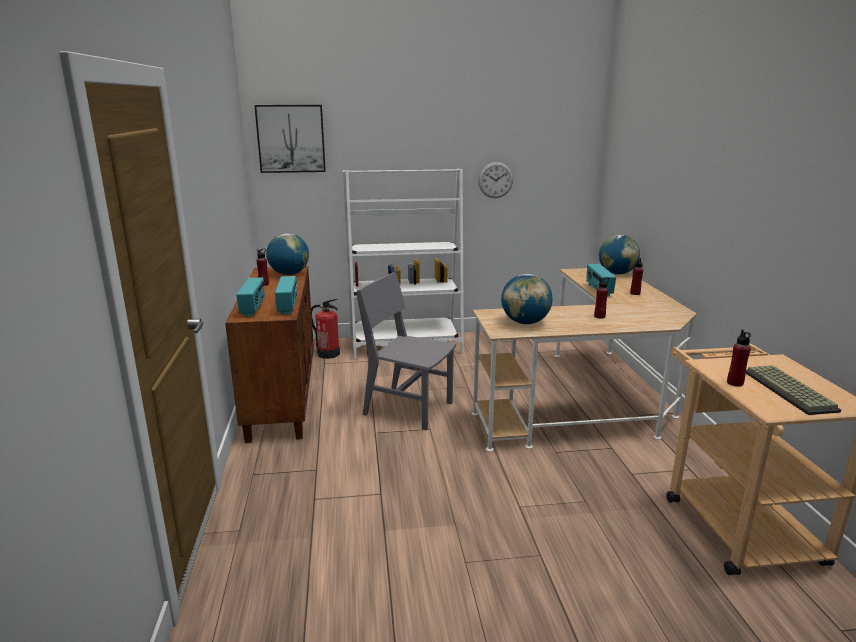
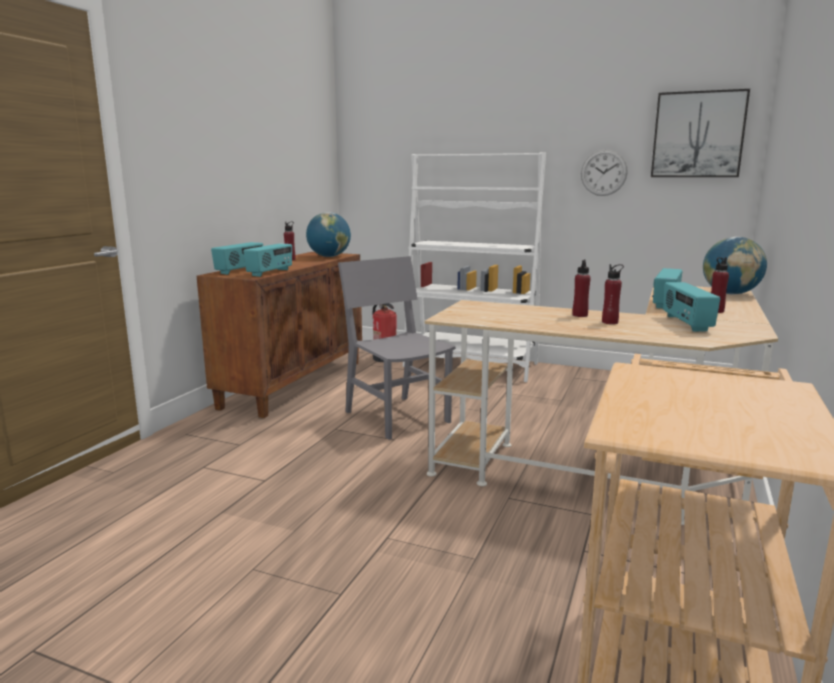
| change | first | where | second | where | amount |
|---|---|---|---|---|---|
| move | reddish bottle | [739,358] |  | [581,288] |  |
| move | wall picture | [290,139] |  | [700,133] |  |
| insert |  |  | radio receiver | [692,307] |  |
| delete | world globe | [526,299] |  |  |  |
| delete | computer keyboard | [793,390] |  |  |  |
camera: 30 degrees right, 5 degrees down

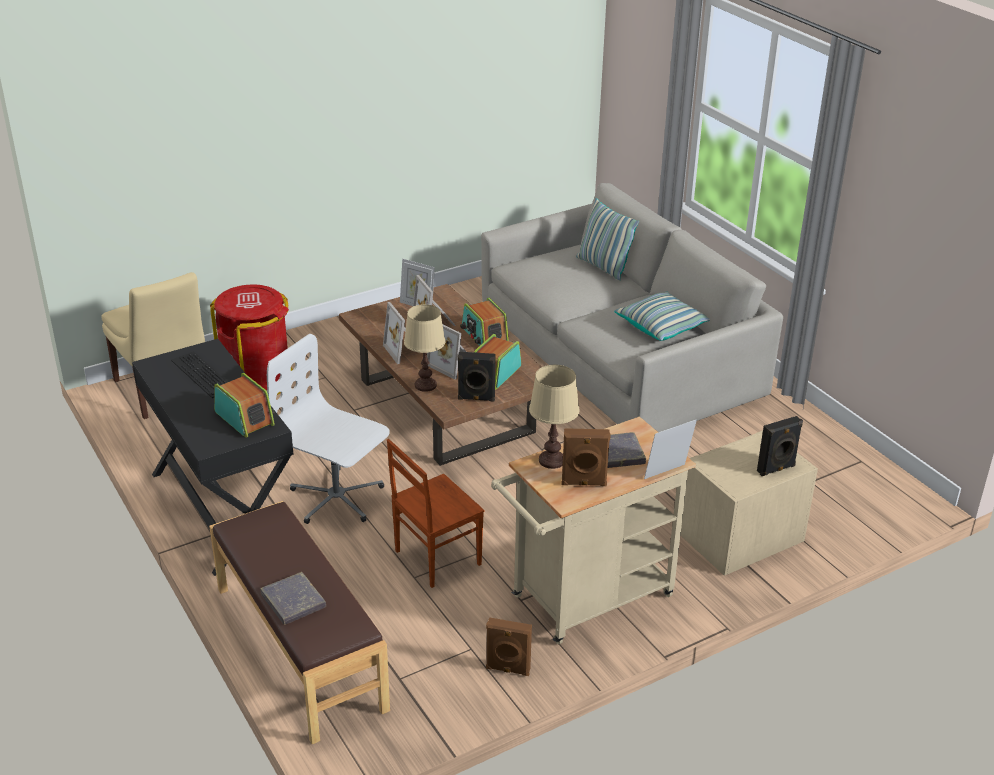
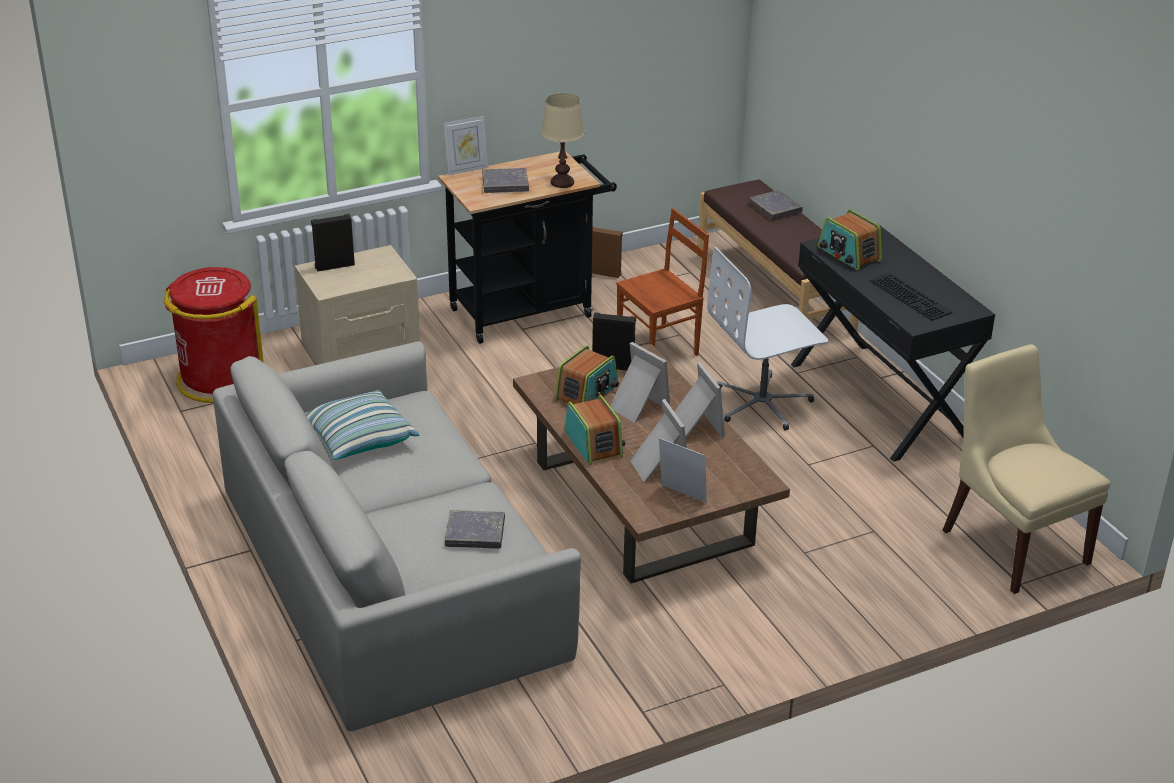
| change | first | where | second | where | amount |
|---|---|---|---|---|---|
| move | reddish trash can | [251,340] |  | [213,335] |  |
| recolor | beige cart | [593,530] | blackish cart | [527,247] |  |
| insert |  |  | greyish volume | [475,529] |  |
| rotate | white-coloured desk chair | [328,429] |  | [767,339] | 120 degrees clockwise |
| delete | beige table lamp | [424,348] |  |  |  |
| delete | brown loudspeaker | [586,457] |  |  |  |
| delete | pillow | [607,239] |  |  |  |
camera: 175 degrees left, 0 degrees up

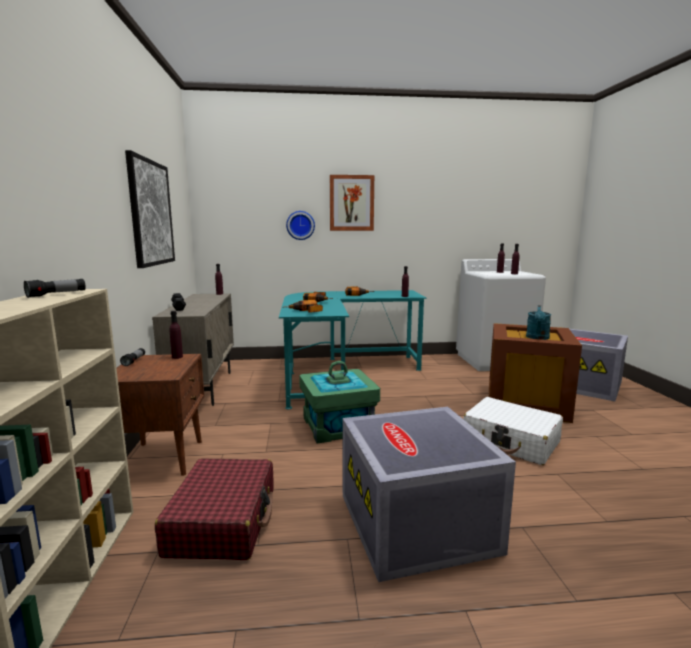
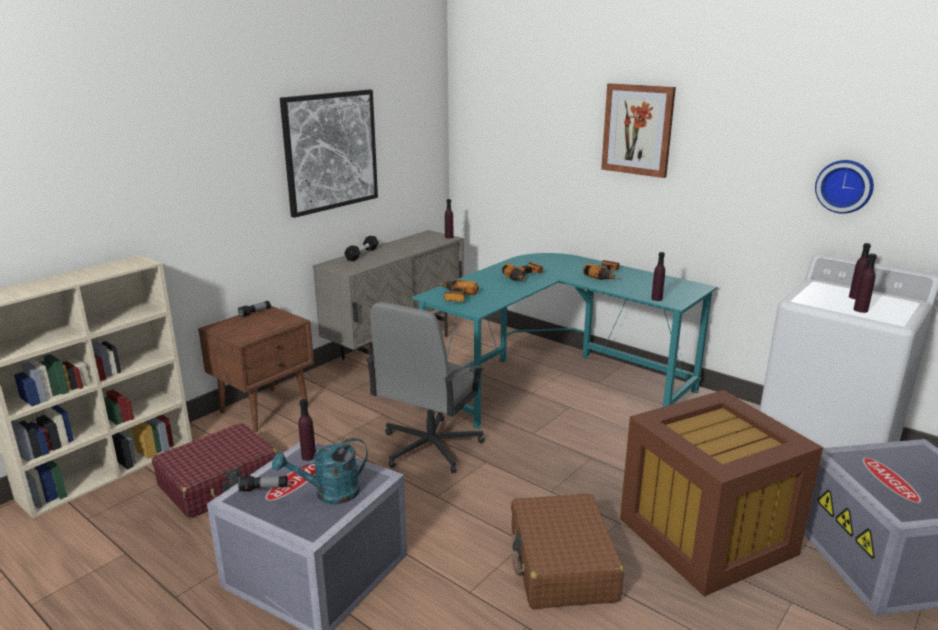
| change | first | where | second | where | amount |
|---|---|---|---|---|---|
| move | hand torch | [55,288] |  | [263,483] |  |
| move | blue-green sprinkling can | [538,322] |  | [320,471] |  |
| move | purple bottle | [176,335] |  | [307,430] |  |
| replace | green-coloured storage box | [339,402] | greyish desk chair | [425,388] |  |
| recolor | white-coloured piece of luggage | [513,431] | brown piece of luggage | [567,551] |  |
| move | wall clock | [300,225] |  | [844,187] |  |
camera: 45 degrees right, 10 degrees up

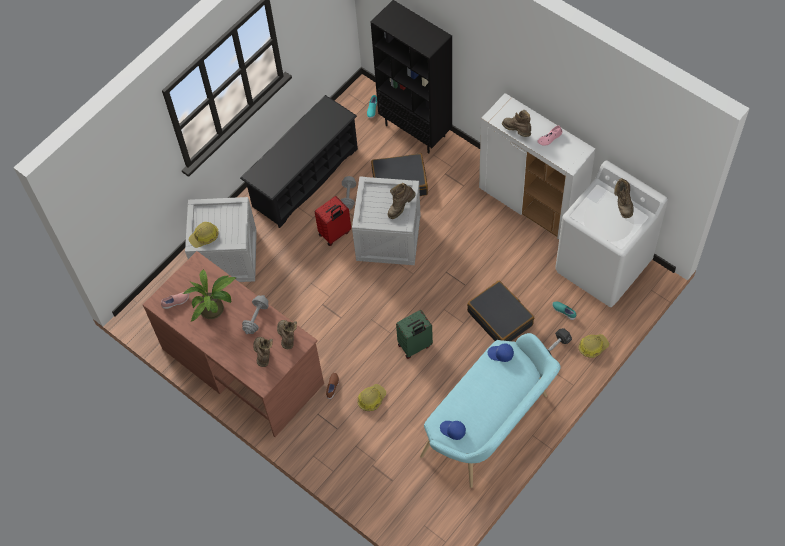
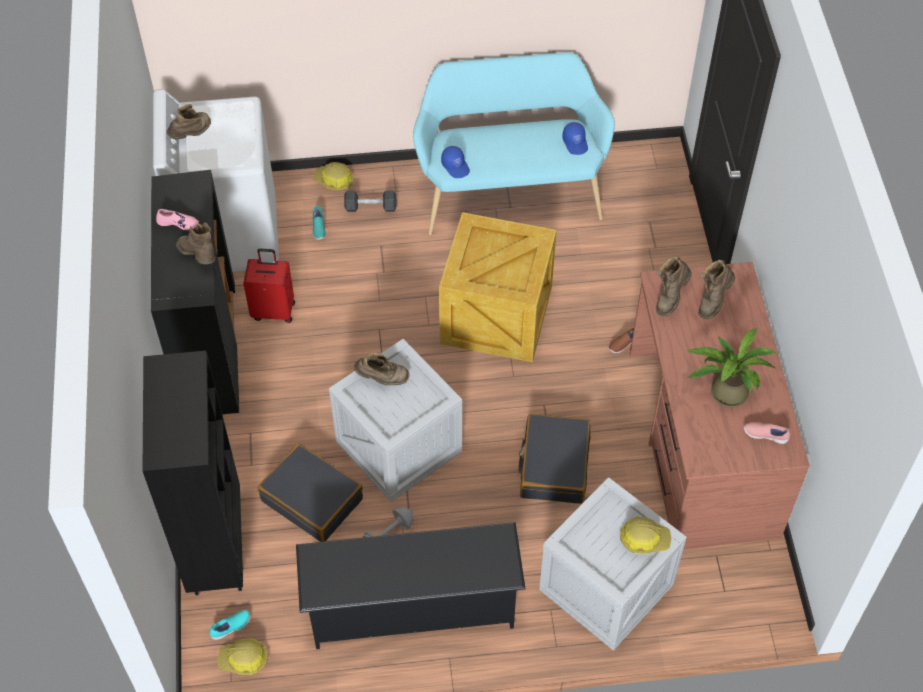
| change | first | where | second | where | amount |
|---|---|---|---|---|---|
| recolor | white-coloured storage cabinet | [537,166] | blackish storage cabinet | [195,292] |  |
| rotate | brown tall boot | [516,123] |  | [195,243] | 135 degrees clockwise |
| move | work helmet | [372,397] |  | [243,656] |  |
| move | reddish piece of luggage | [333,221] |  | [269,285] |  |
| replace | green-coloured piece of luggage | [414,334] | crate | [498,287] |  |
| move | blackish piece of luggage | [500,311] |  | [555,459] |  |
| delete | greyish hand weight | [255,314] |  |  |  |
camera: 140 degrees left, 5 degrees down

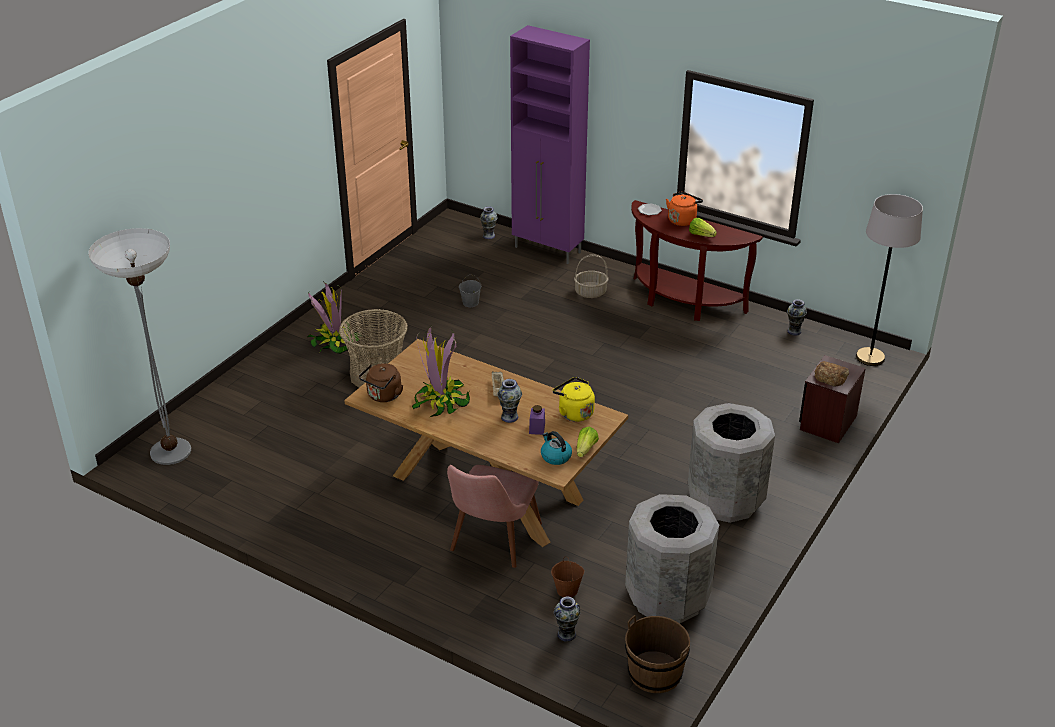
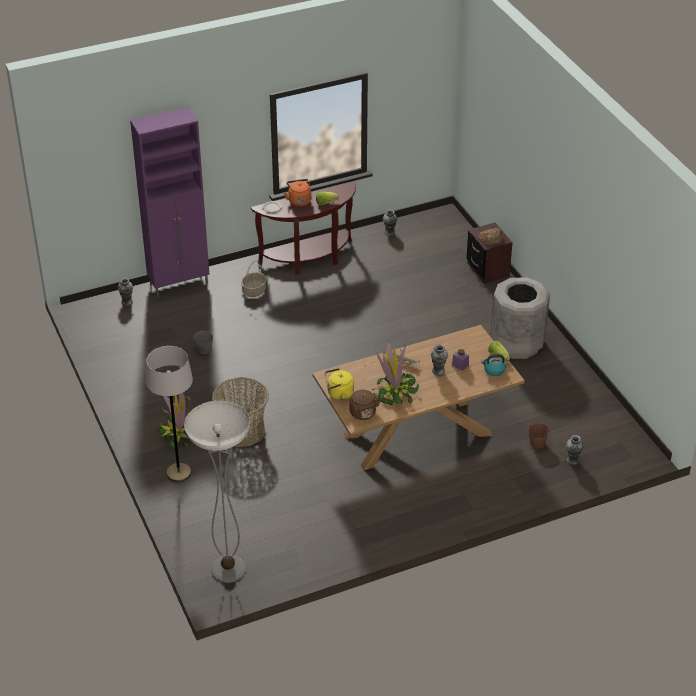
| change | first | where | second | where | amount |
|---|---|---|---|---|---|
| move | greyish floor lamp | [889,280] |  | [169,414] |  |
| move | yellowish kettle | [574,399] |  | [339,384] |  |
| delete | pink-coloured upright chair | [494,516] |  |  |  |
| delete | greyish trash can | [672,558] |  |  |  |
| delete | brown pail | [657,654] |  |  |  |
camera: 55 degrees left, 5 degrees up

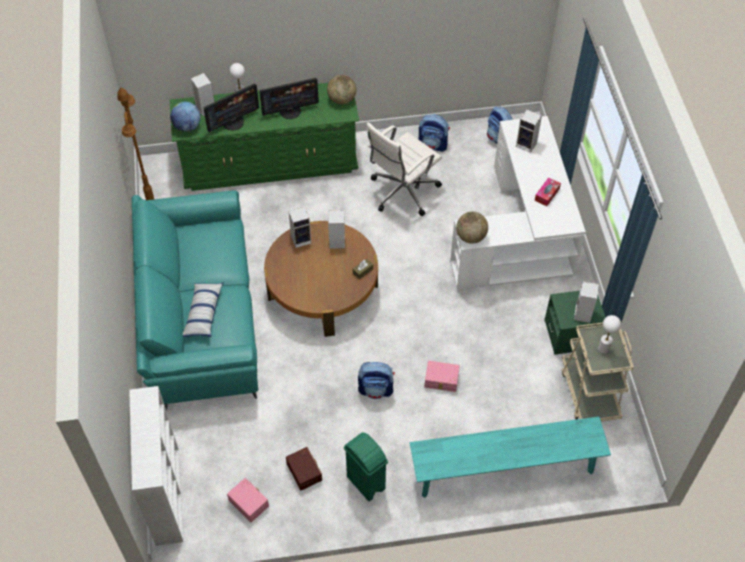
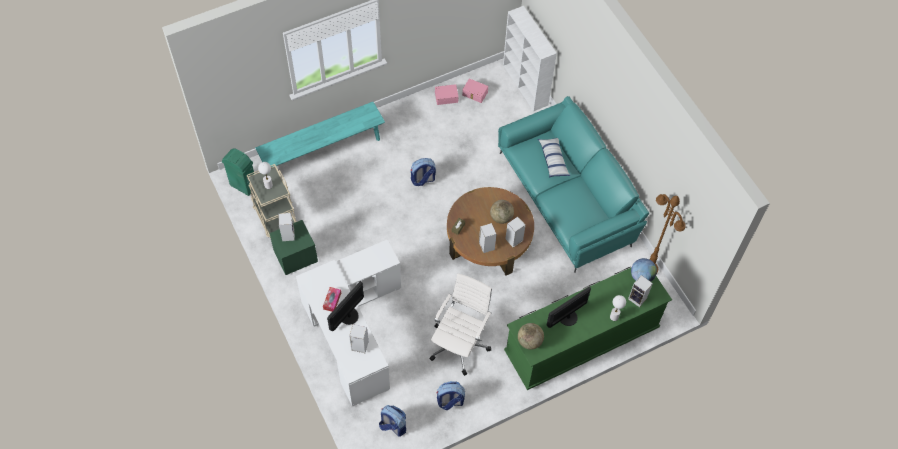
| change | first | where | second | where | amount |
|---|---|---|---|---|---|
| move | green-coloured trash can | [366,466] |  | [238,172] |  |
| move | computer screen | [231,107] |  | [345,306] |  |
| move | pink-coloured storage box | [442,376] |  | [447,94] |  |
| move | world globe | [472,228] |  | [502,212] |  |
| delete | brown storage box | [304,469] |  |  |  |
camera: 160 degrees right, 5 degrees up

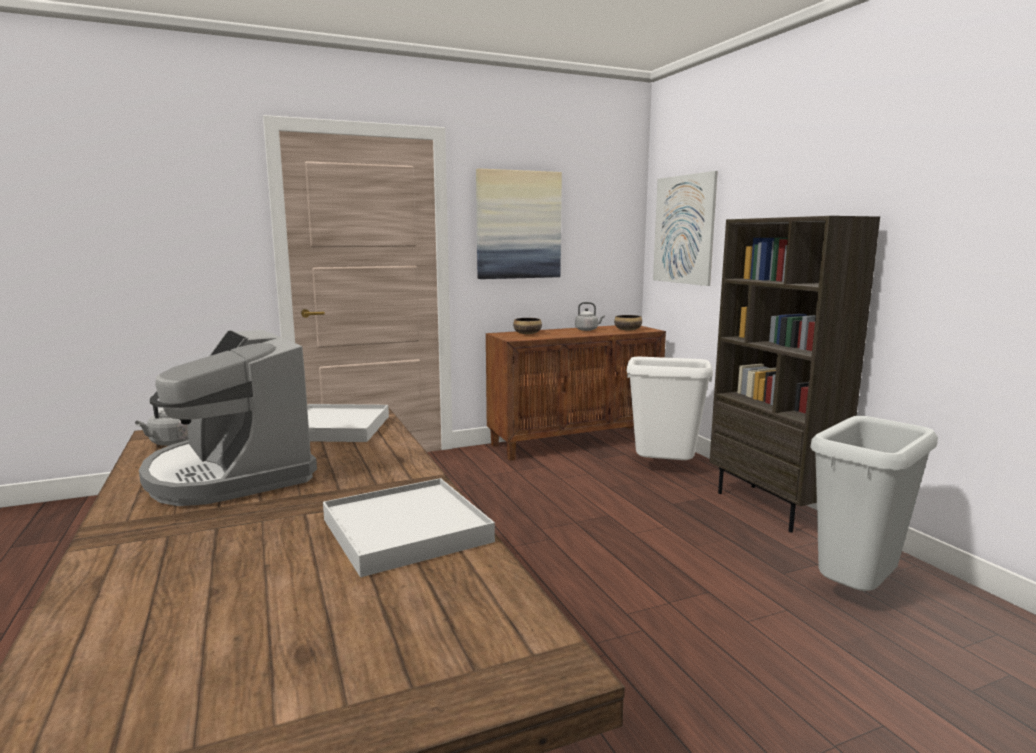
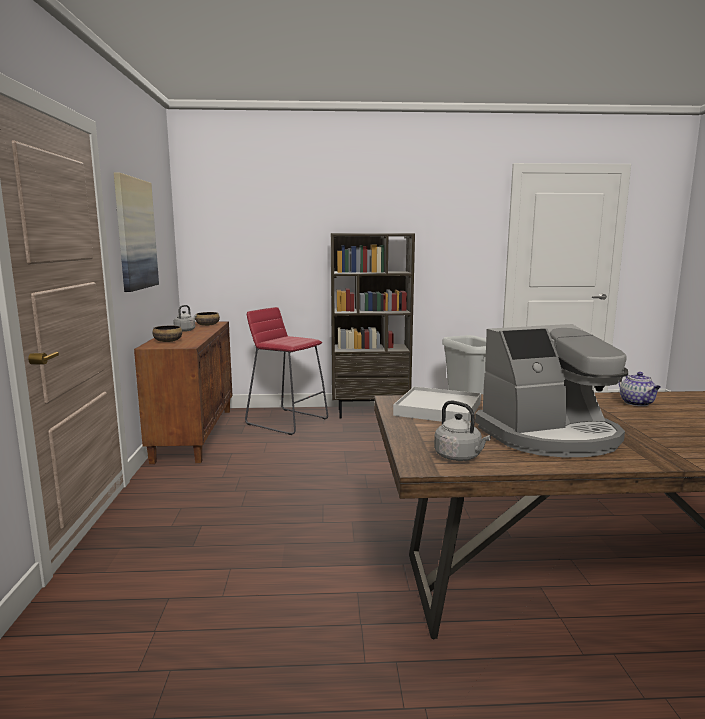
| change | first | where | second | where | amount |
|---|---|---|---|---|---|
| replace | white-coloured trash can | [669,408] | reddish stool | [286,371] |  |
| replace | white-coloured carrying tray | [409,527] | pot for tea | [640,389] |  |
| delete | wall picture | [685,228] |  |  |  |
camera: 70 degrees left, 0 degrees up

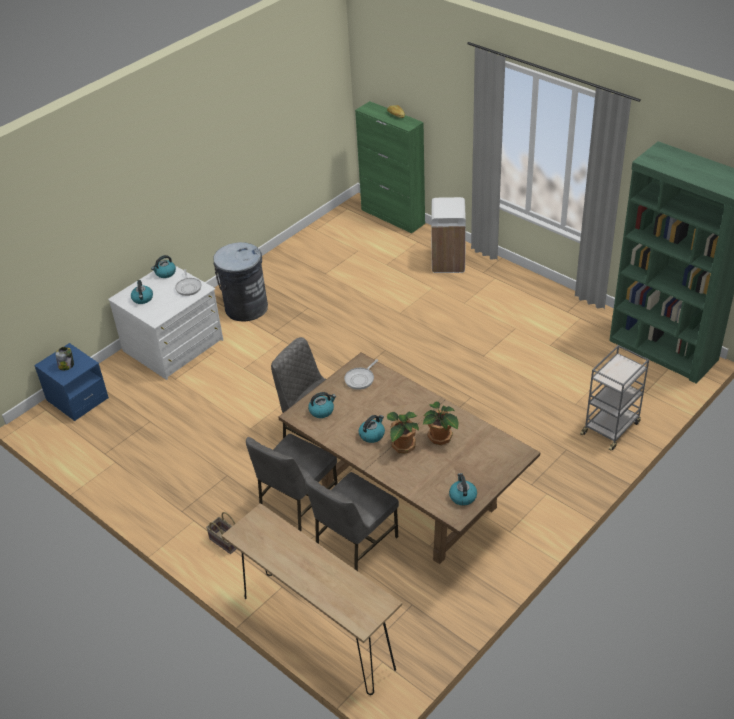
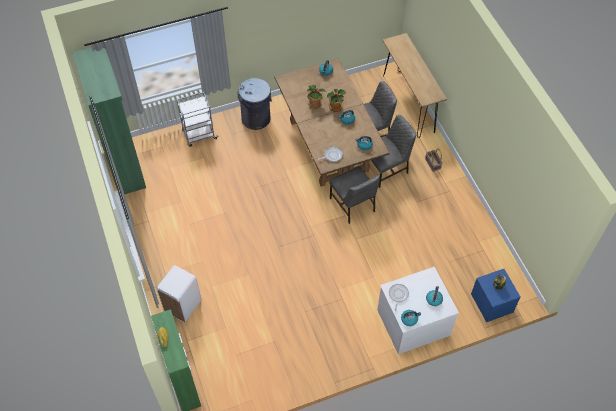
| change | first | where | second | where | amount |
|---|---|---|---|---|---|
| move | greyish trash can | [240,281] |  | [254,104] |  |
camera: 155 degrees left, 15 degrees up

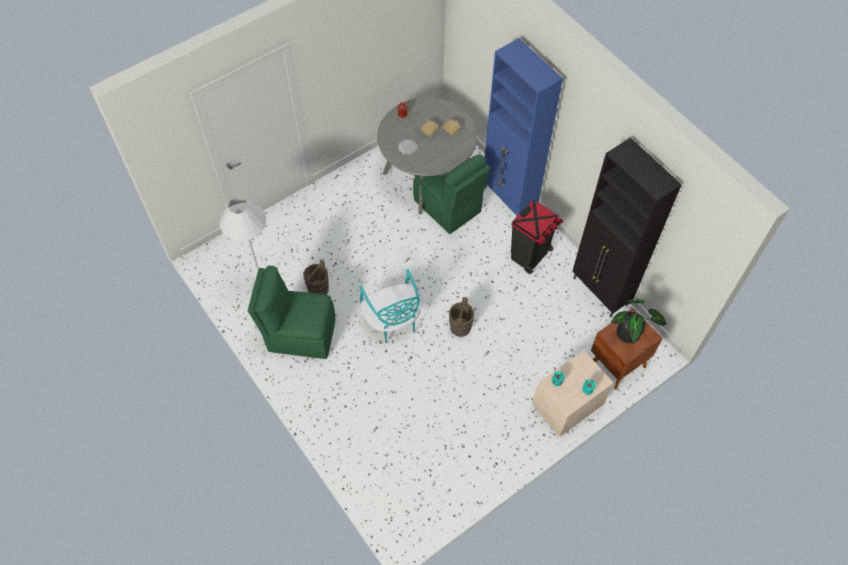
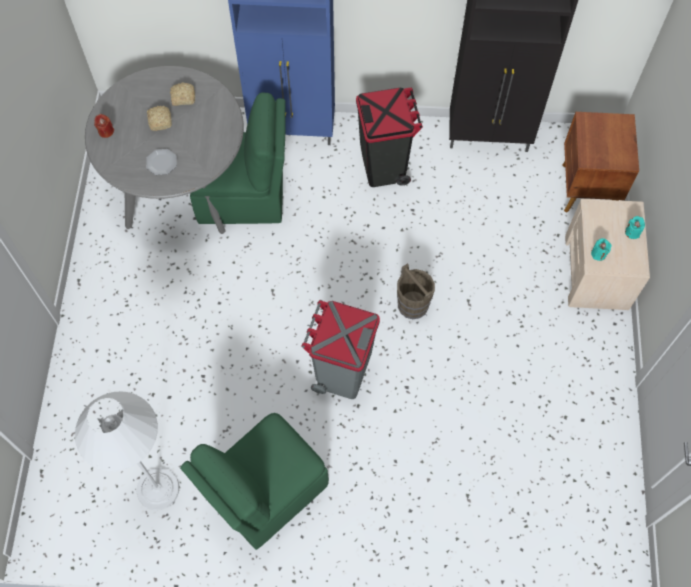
| change | first | where | second | where | amount |
|---|---|---|---|---|---|
| replace | blue-green upright chair | [390,306] | greyish trash can | [340,349] |  |
| delete | brown pail | [316,276] |  |  |  |
| delete | houseplant | [639,321] |  |  |  |
camera: 50 degrees left, 5 degrees up

